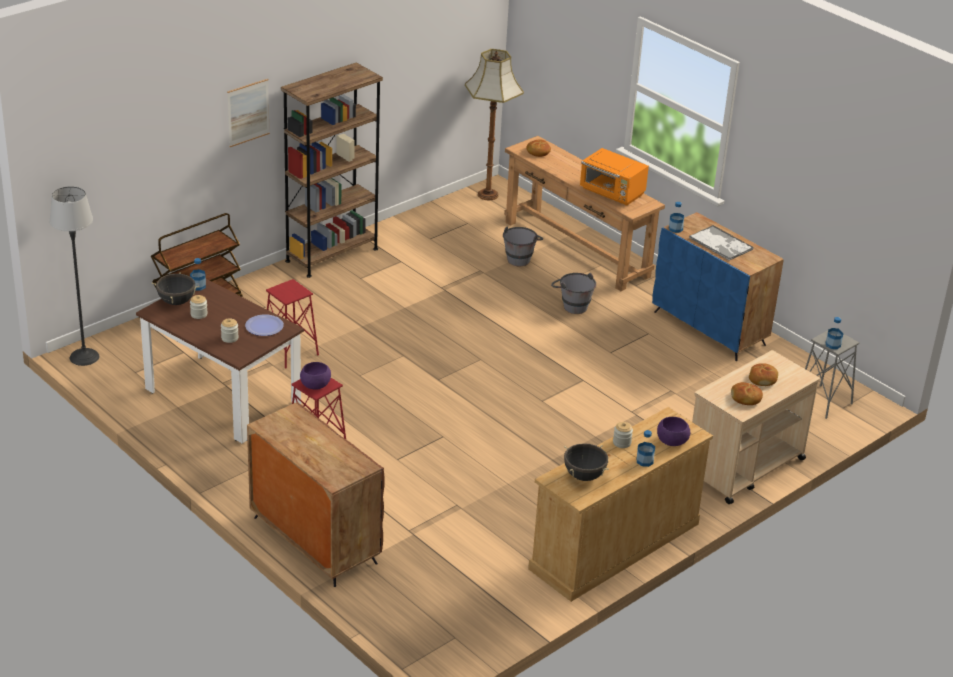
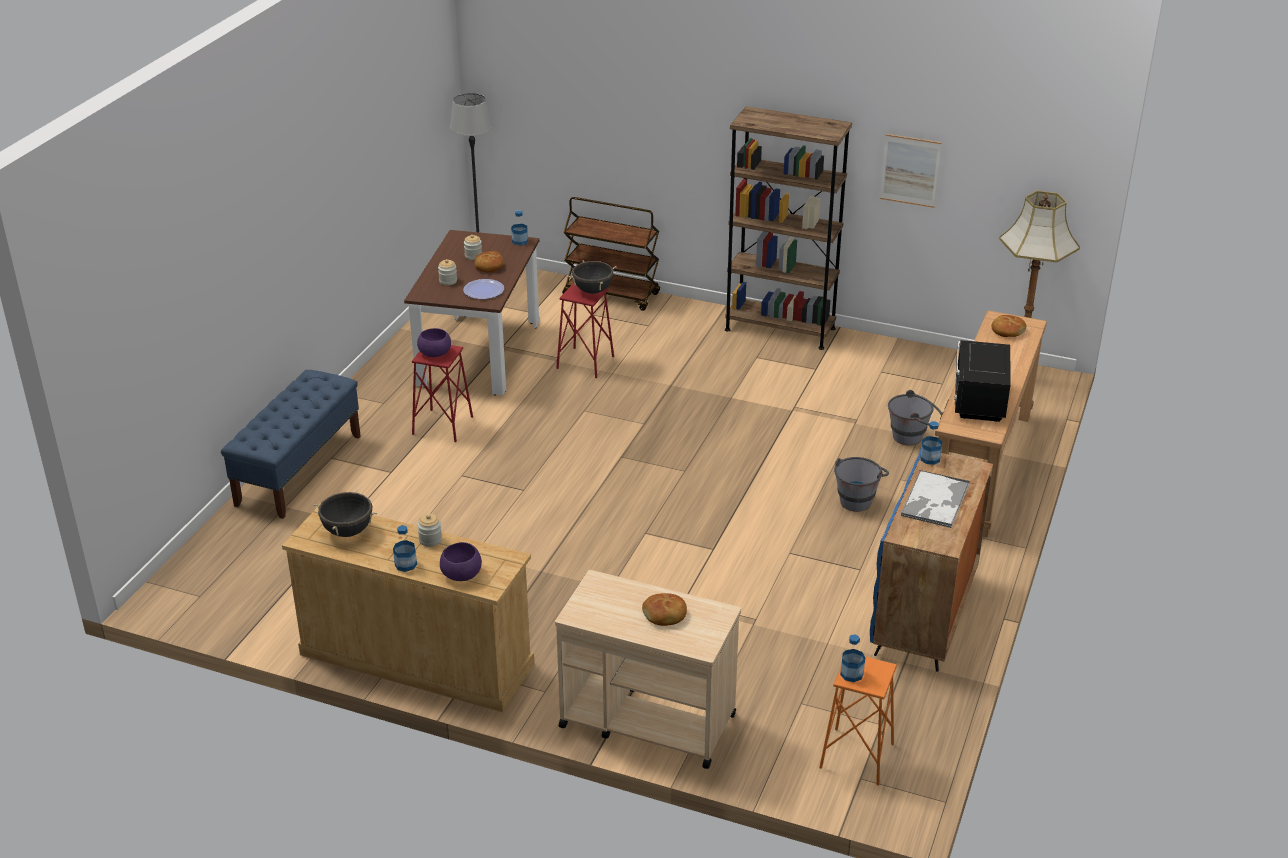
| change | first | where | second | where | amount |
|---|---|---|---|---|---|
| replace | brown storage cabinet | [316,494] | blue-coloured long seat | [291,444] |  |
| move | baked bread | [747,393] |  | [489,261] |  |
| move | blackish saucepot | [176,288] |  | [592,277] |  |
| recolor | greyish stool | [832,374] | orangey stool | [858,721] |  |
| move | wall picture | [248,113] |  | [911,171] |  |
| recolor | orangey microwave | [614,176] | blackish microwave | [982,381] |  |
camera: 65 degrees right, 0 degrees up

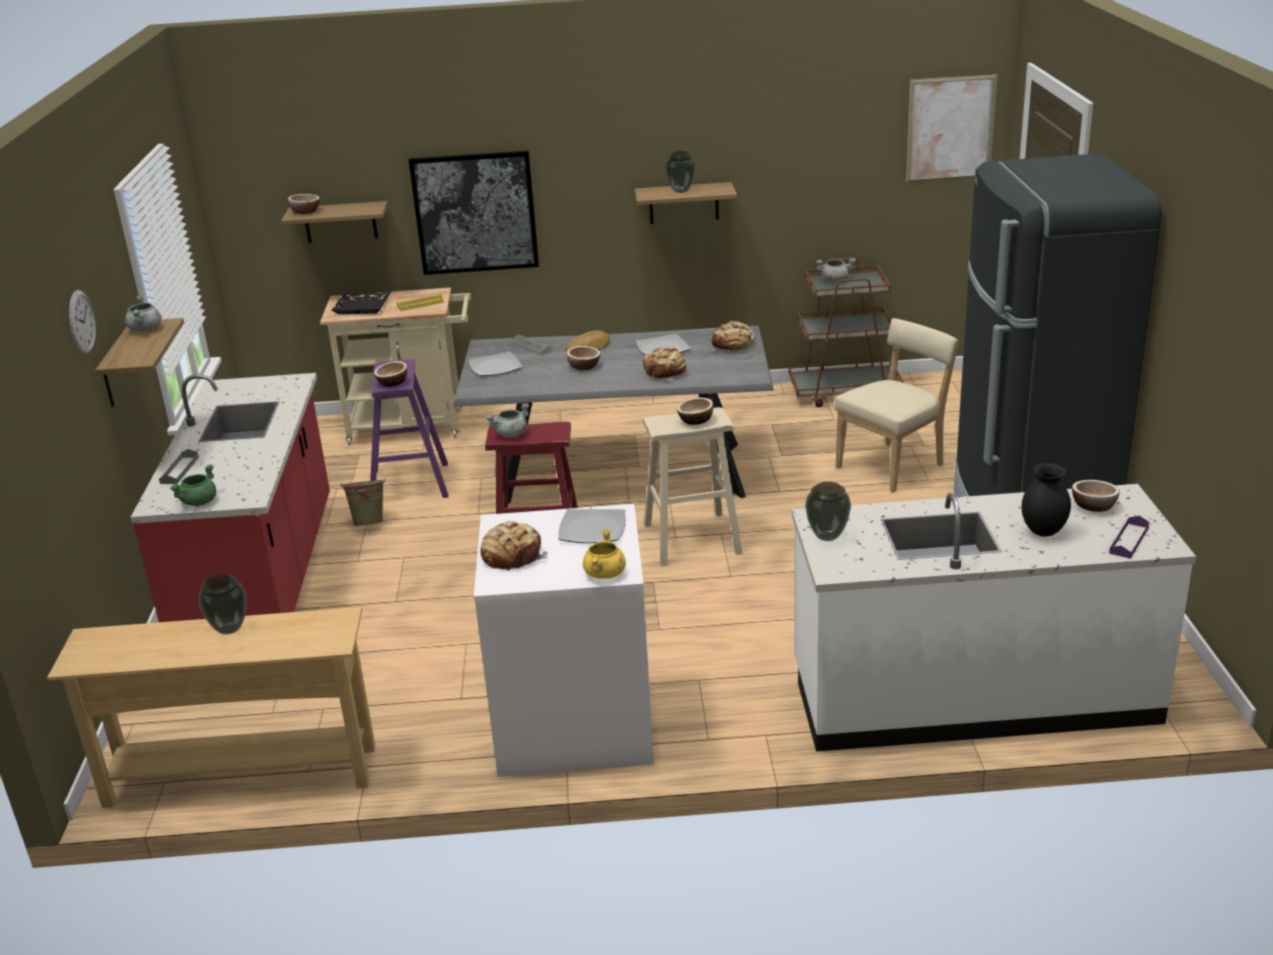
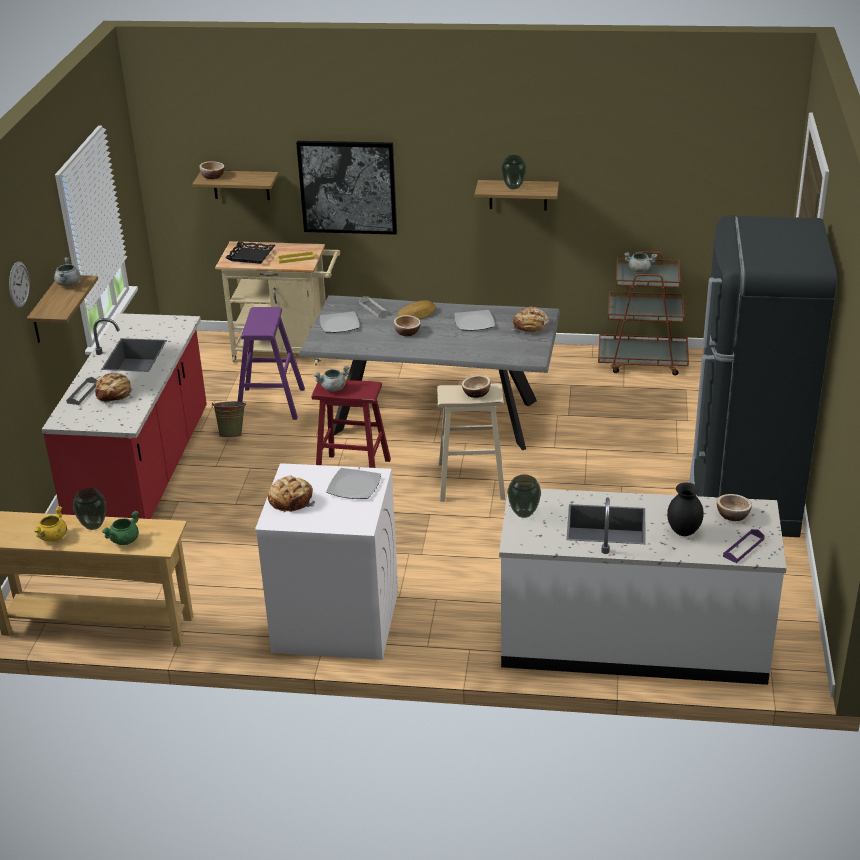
| change | first | where | second | where | amount |
|---|---|---|---|---|---|
| move | yellowish saucepot | [604,554] |  | [50,524] |  |
| move | baked bread | [665,364] |  | [113,389] |  |
| move | green-coloured saucepot | [193,485] |  | [120,528] |  |
| delete | serving bowl | [391,374] |  |  |  |
| delete | beige upright chair | [896,405] |  |  |  |
| delete | wall picture | [951,128] |  |  |  |
camera: 10 degrees right, 5 degrees up

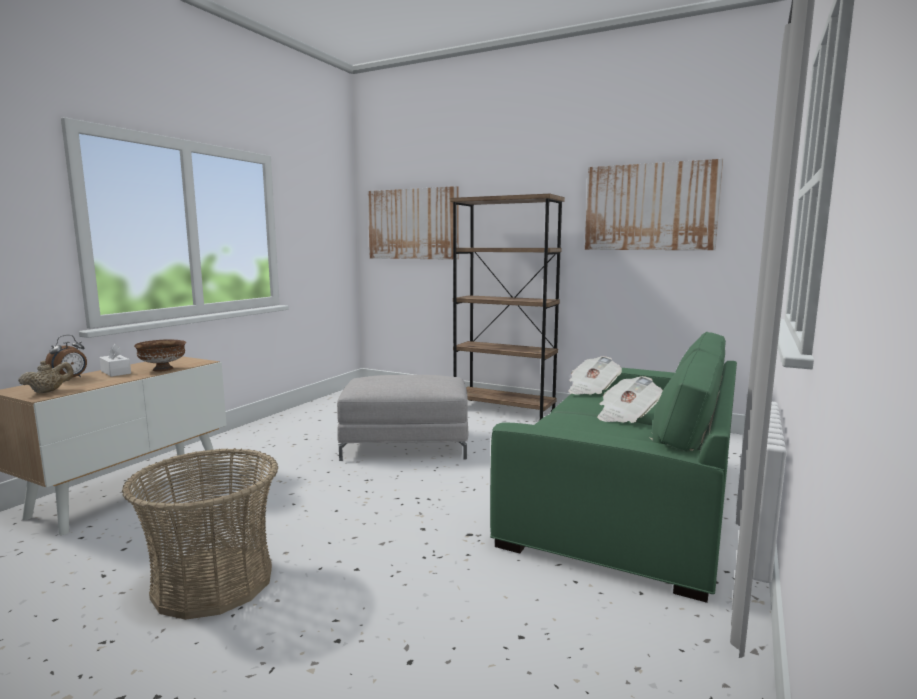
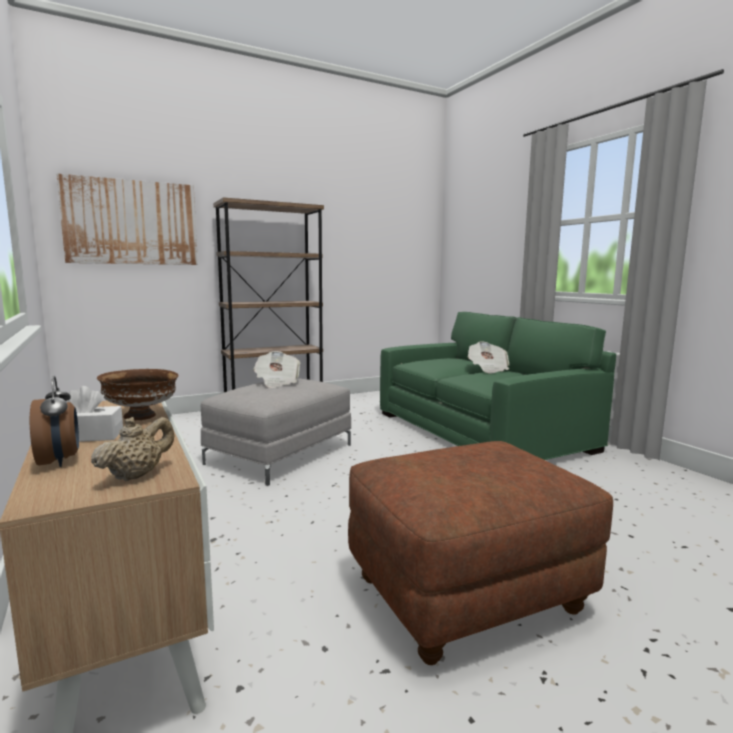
| change | first | where | second | where | amount |
|---|---|---|---|---|---|
| rotate | beige pot for tea | [46,376] |  | [133,449] | 45 degrees clockwise |
| move | daily paper | [595,375] |  | [276,369] |  |
| replace | household basket | [200,534] | brown footrest | [480,553] |  |
| delete | wall picture | [654,204] |  |  |  |
camera: 55 degrees left, 0 degrees up

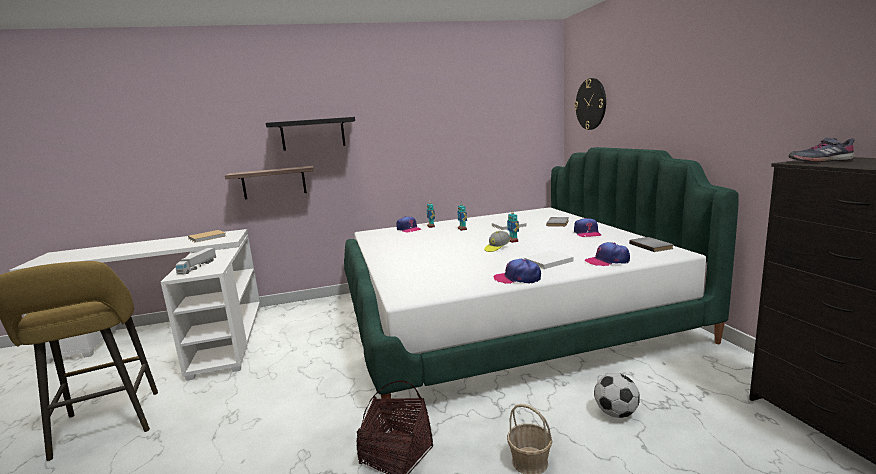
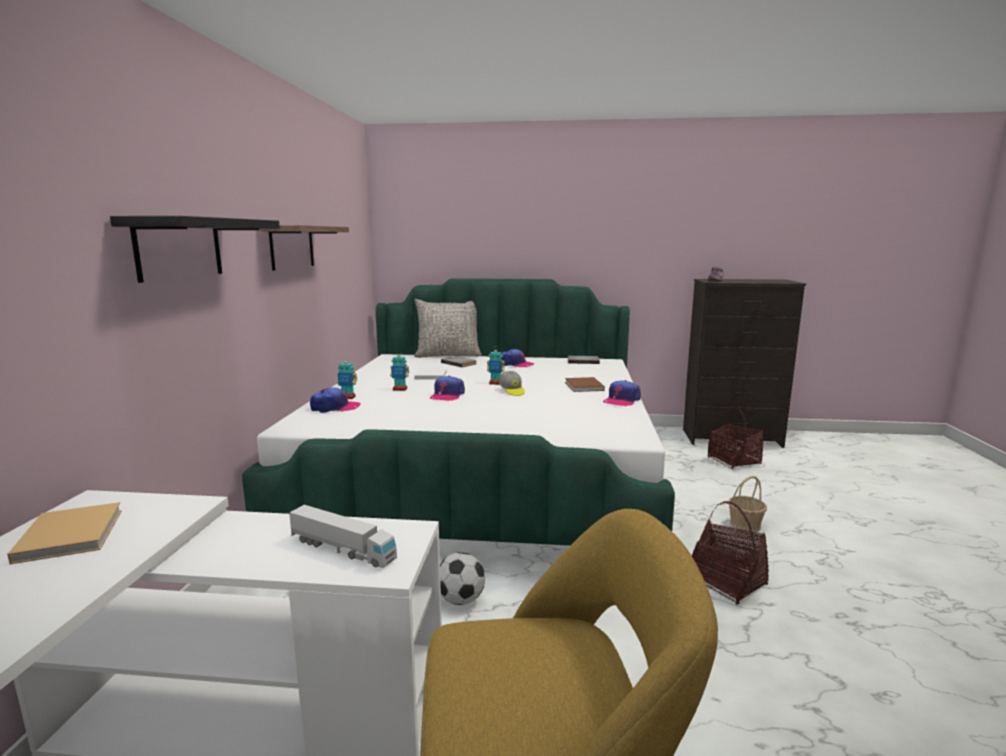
| change | first | where | second | where | amount |
|---|---|---|---|---|---|
| move | shelf | [269,182] |  | [304,248] |  |
| insert |  |  | greyish pillow | [448,328] |  |
| move | cap | [607,254] |  | [447,388] |  |
| move | football | [617,395] |  | [462,578] |  |
| recolor | white-coloured volume | [548,260] | brown volume | [585,384] |  |
| insert |  |  | household basket | [735,439] |  |
| delete | wall clock | [590,104] |  |  |  |
camera: 70 degrees left, 0 degrees up

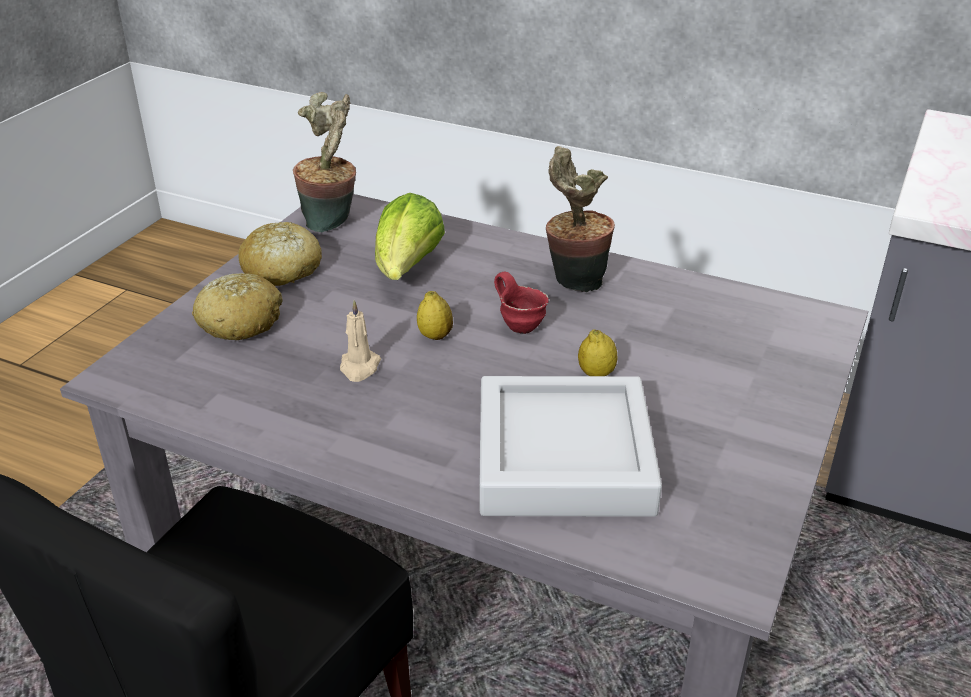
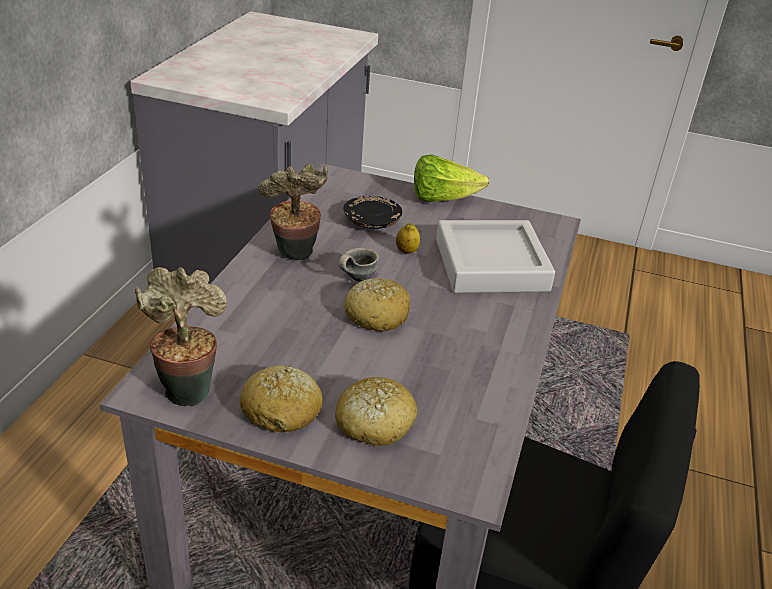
| change | first | where | second | where | amount |
|---|---|---|---|---|---|
| recolor | reddish coffee mug | [521,303] | greyish coffee mug | [359,265] |  |
| insert |  |  | blackish flat dish | [372,212] |  |
| replace | citrus fruit | [435,315] | baked bread | [377,304] |  |
| move | head of lettuce | [410,236] |  | [452,178] |  |
| delete | beige wax candle | [360,341] |  |  |  |
camera: 100 degrees left, 0 degrees up

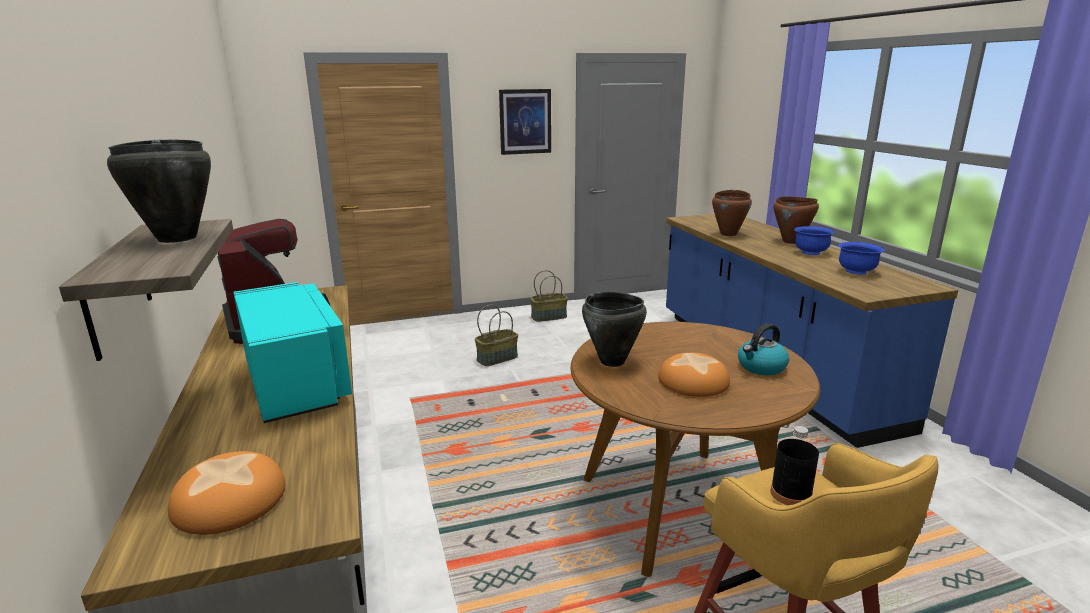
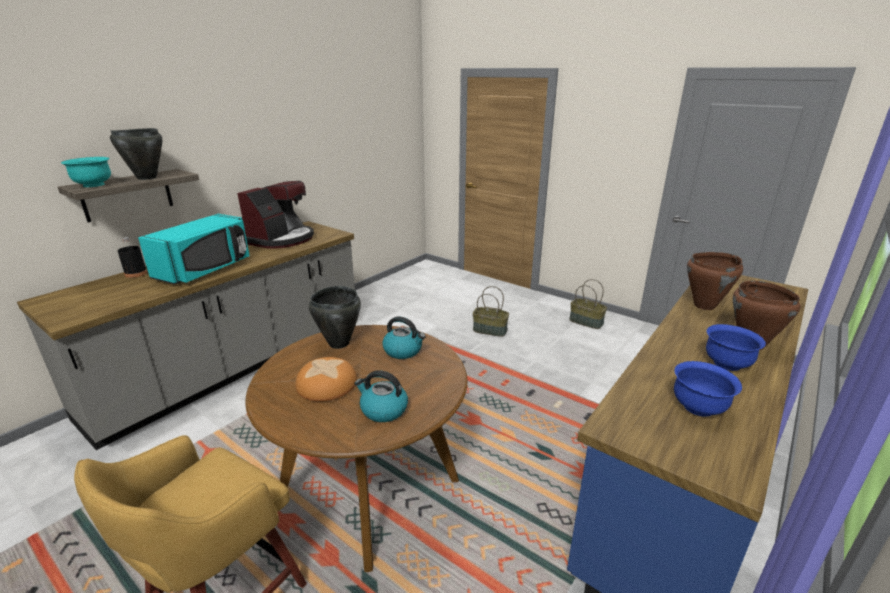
| change | first | where | second | where | amount |
|---|---|---|---|---|---|
| insert |  |  | blue-green serving bowl | [86,172] |  |
| move | blackish bottle | [795,465] |  | [132,257] |  |
| insert |  |  | kettle | [404,337] |  |
| delete | baked bread | [226,493] |  |  |  |
| delete | wall picture | [525,122] |  |  |  |
camera: 55 degrees right, 5 degrees up

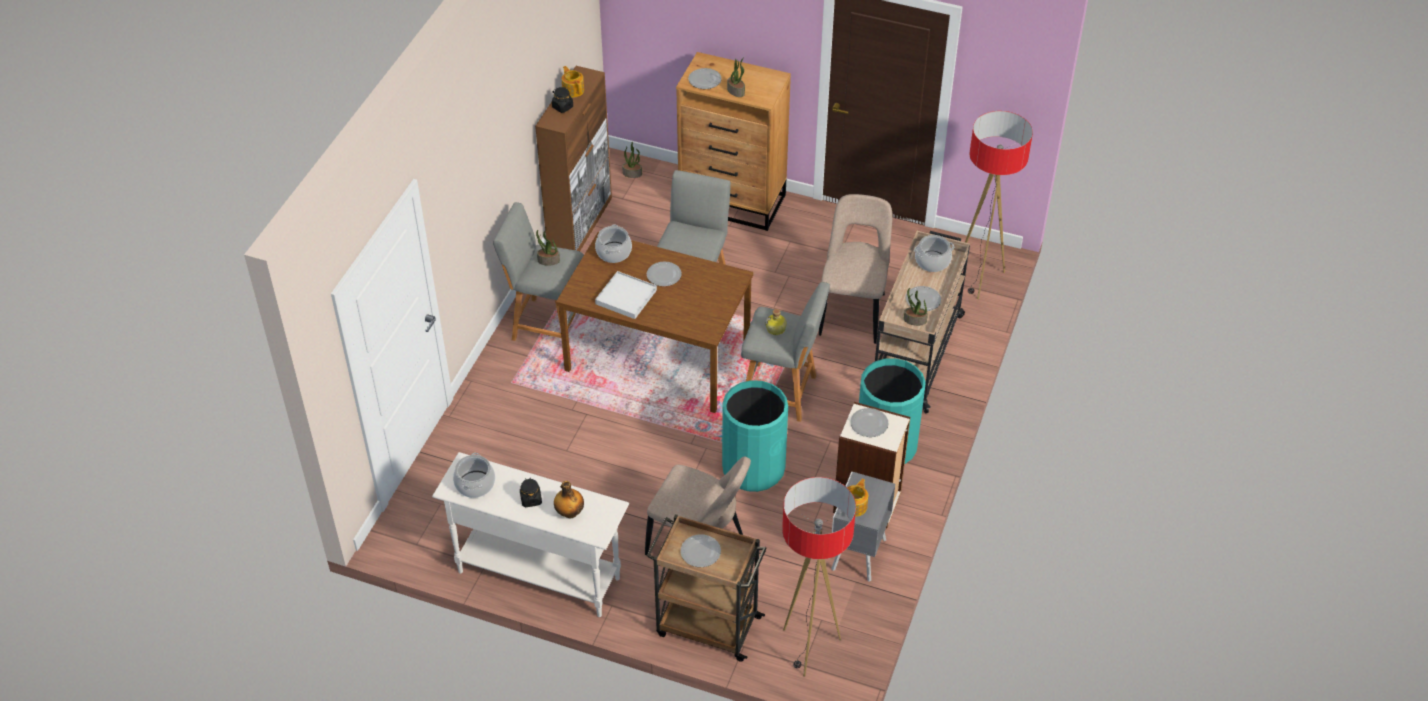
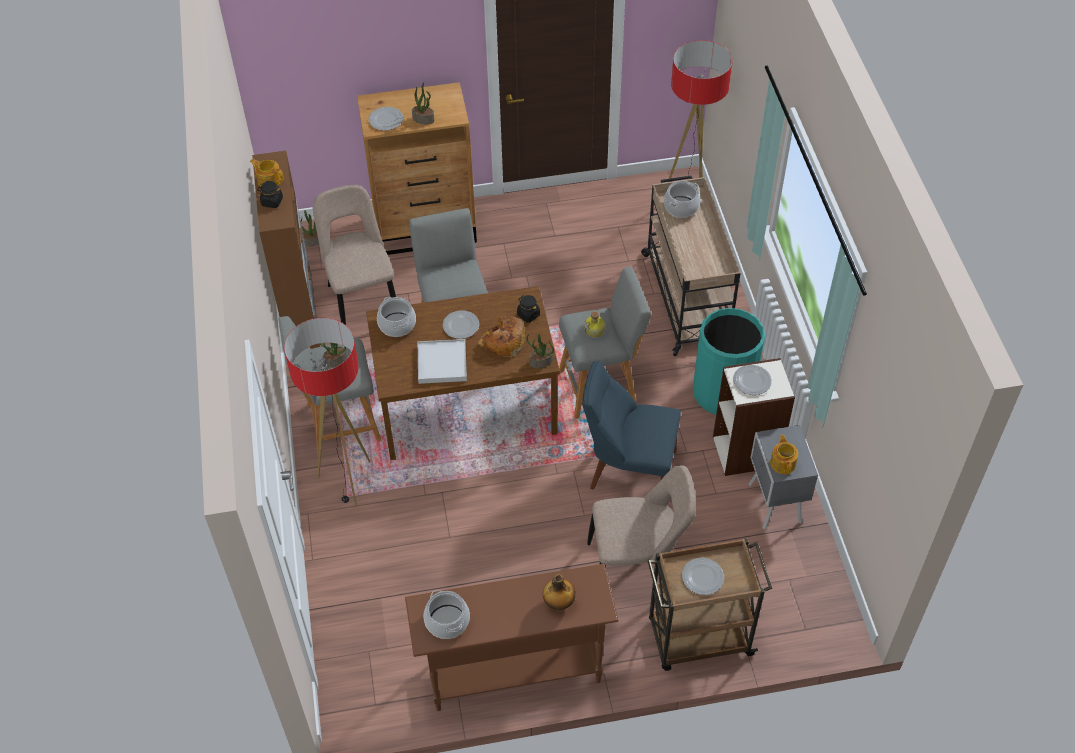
| change | first | where | second | where | amount |
|---|---|---|---|---|---|
| move | floor lamp | [819,576] |  | [327,412] |  |
| move | beige upright chair | [856,269] |  | [354,255] |  |
| recolor | white-coloured hall table | [530,534] | brown hall table | [511,637] |  |
| insert |  |  | baked bread | [501,336] |  |
| move | blackish storage jar | [531,492] |  | [528,309] |  |
| move | houseplant | [916,307] |  | [540,351] |  |
| replace | blue-green trash can | [755,436] | blue-coloured upright chair | [631,425] |  |
| delete | flat dish | [923,298] |  |  |  |
camera: 30 degrees left, 5 degrees up

